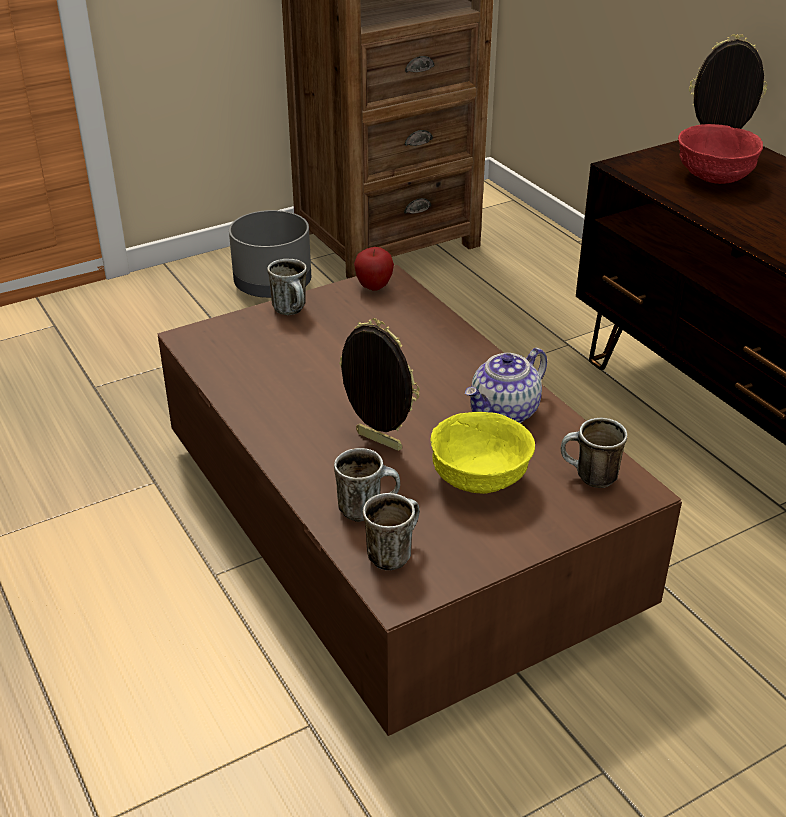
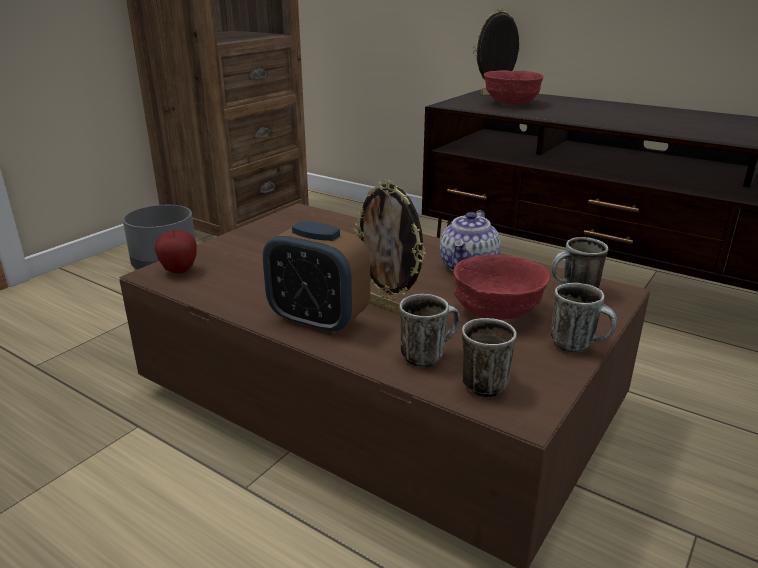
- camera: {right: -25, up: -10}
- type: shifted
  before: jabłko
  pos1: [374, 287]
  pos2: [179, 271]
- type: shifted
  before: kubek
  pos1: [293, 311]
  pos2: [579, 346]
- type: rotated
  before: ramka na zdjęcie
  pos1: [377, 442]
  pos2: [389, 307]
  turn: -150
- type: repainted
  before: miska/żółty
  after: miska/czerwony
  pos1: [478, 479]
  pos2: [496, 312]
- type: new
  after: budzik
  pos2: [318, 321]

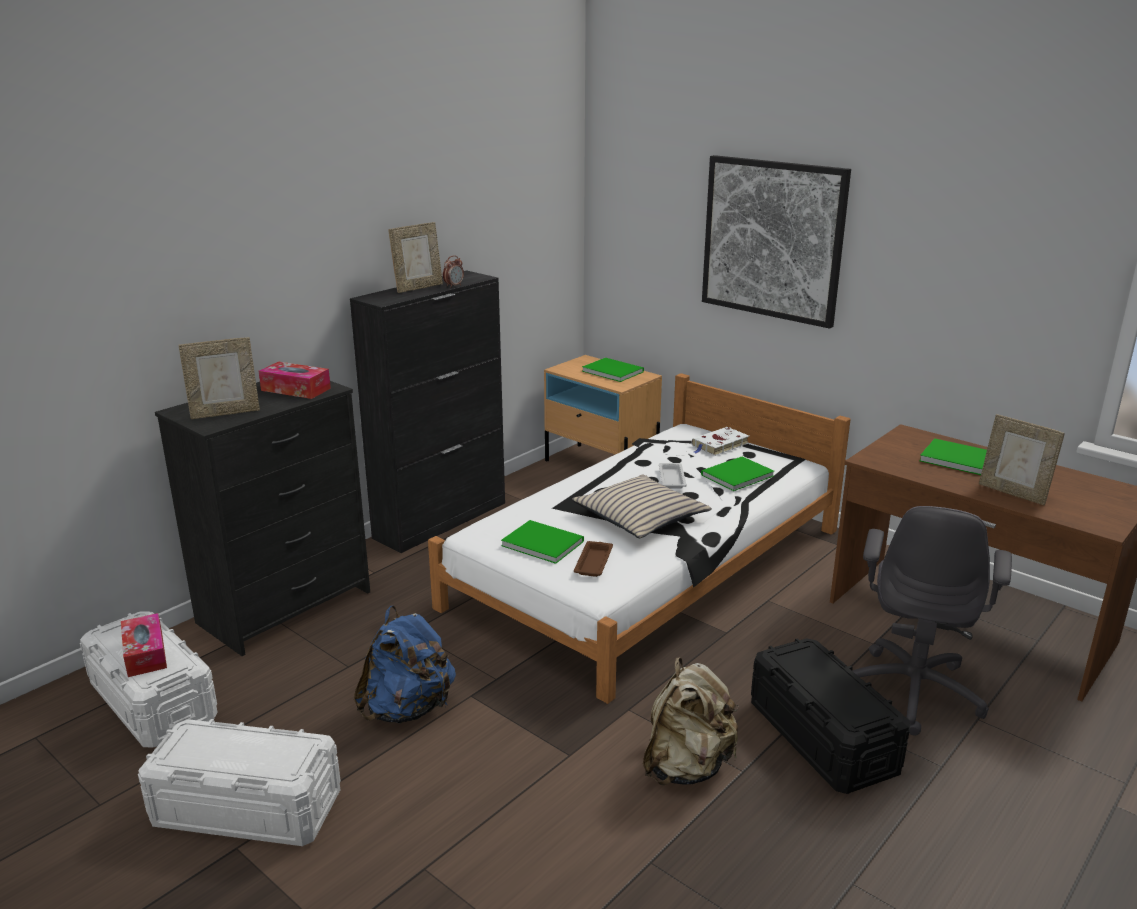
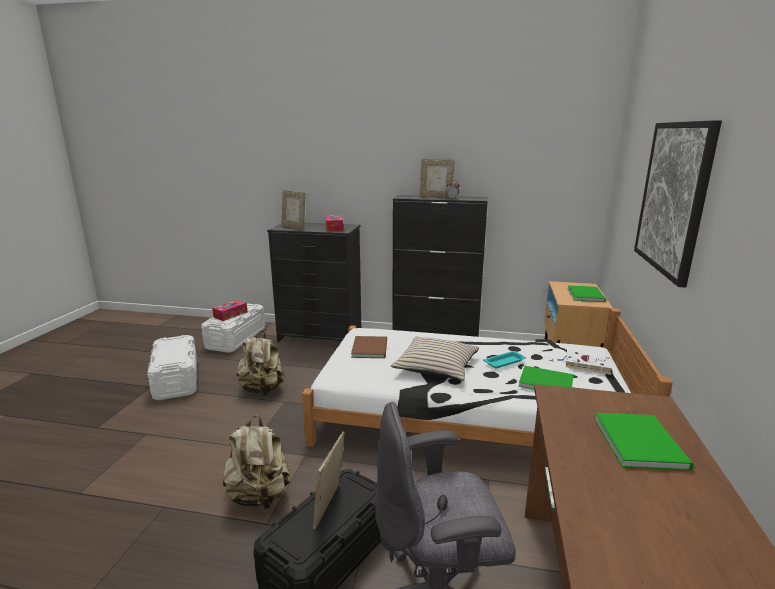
- camera: {right: 60, up: -5}
- type: shifted
  before: ramka na zdjęcie
  pos1: [1013, 493]
  pos2: [330, 507]
- type: repainted
  before: taca/biały
  after: taca/turkusowy
  pos1: [671, 478]
  pos2: [505, 362]
- type: repainted
  before: książka/zielony
  after: książka/brązowy
  pos1: [542, 542]
  pos2: [371, 348]
- type: gone
  before: taca/brązowy
  pos1: [594, 562]
- type: repainted
  before: plecak/niebieski
  after: plecak/beżowy
  pos1: [408, 709]
  pos2: [263, 389]

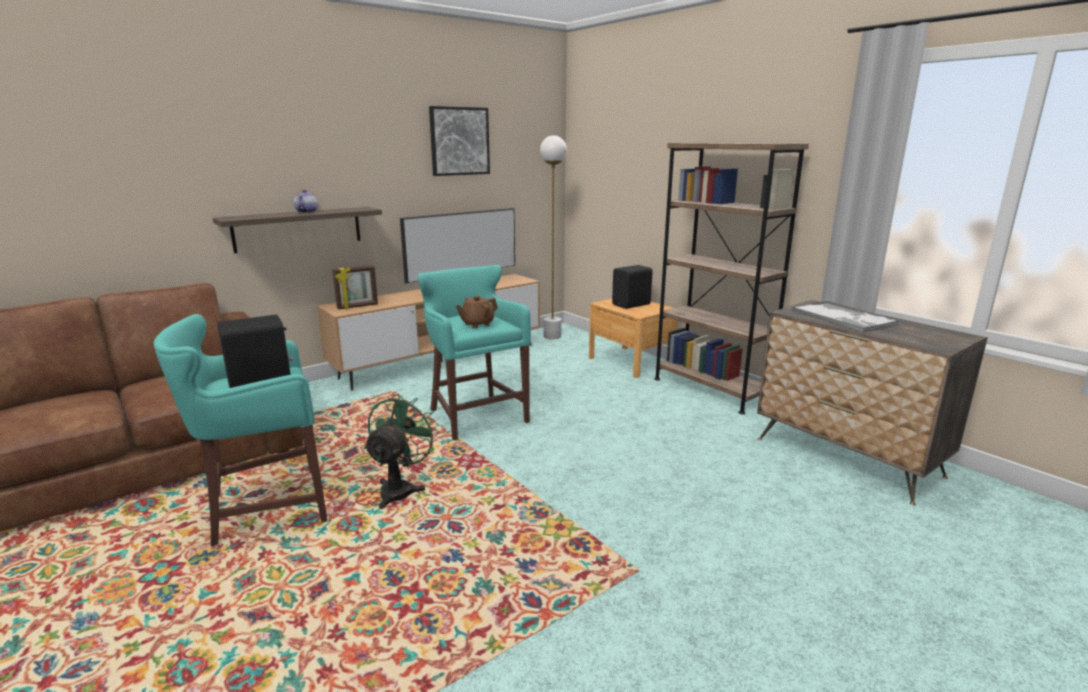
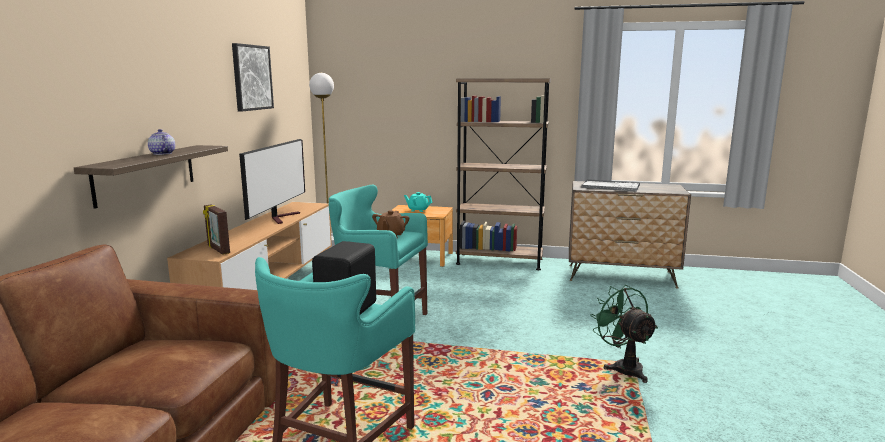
- camera: {right: -40, up: -5}
- type: rotated
  before: ramka na zdjęcie
  pos1: [357, 306]
  pos2: [218, 250]
  turn: 120
- type: swapped
  before: głośnik/czarny
  after: imbryk/turkusowy
  pos1: [632, 305]
  pos2: [418, 210]
- type: shifted
  before: wentylator/zielony
  pos1: [400, 489]
  pos2: [623, 367]

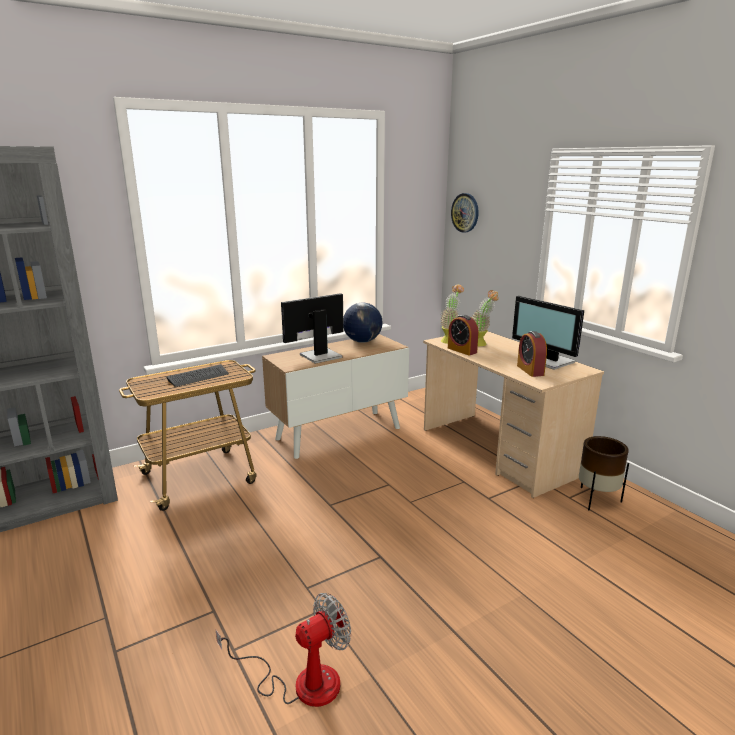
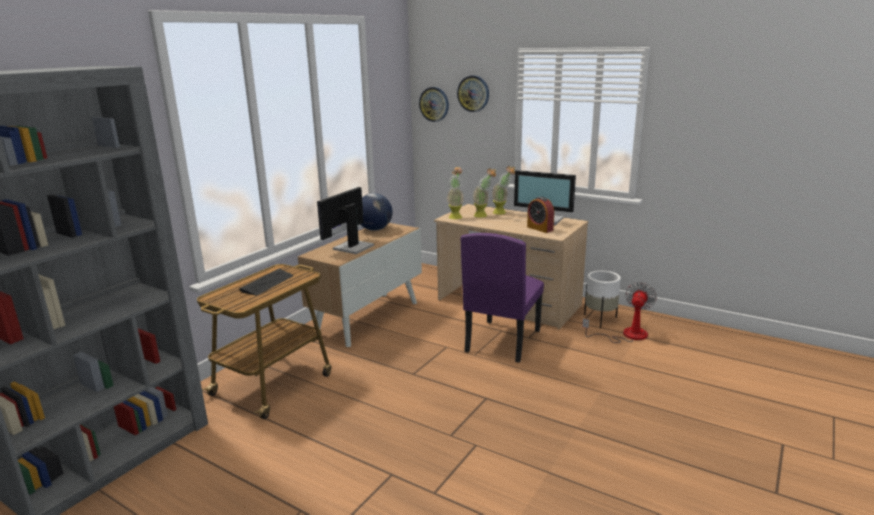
- camera: {right: -25, up: 0}
- type: gone
  before: budzik
  pos1: [462, 350]
- type: repainted
  before: donica/brązowy
  after: donica/biały
  pos1: [596, 499]
  pos2: [600, 320]
- type: shifted
  before: wentylator
  pos1: [301, 682]
  pos2: [626, 335]
- type: new
  after: zegar ścienny
  pos2: [473, 93]
- type: new
  after: roślina doniczkowa
  pos2: [502, 213]
- type: new
  after: krzesło/fioletowy
  pos2: [502, 340]

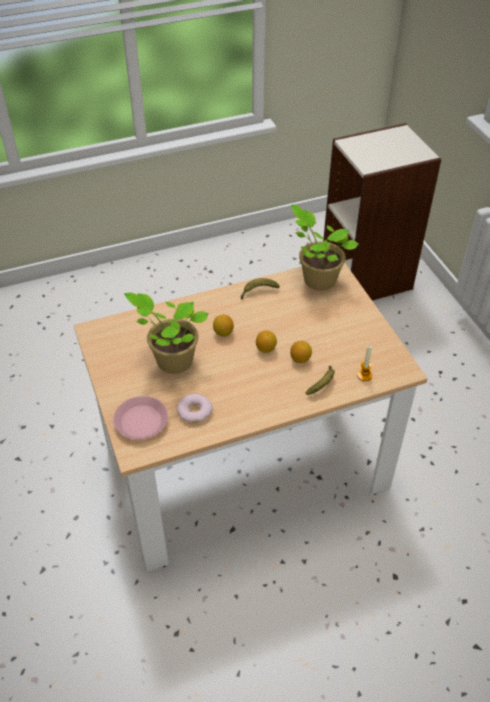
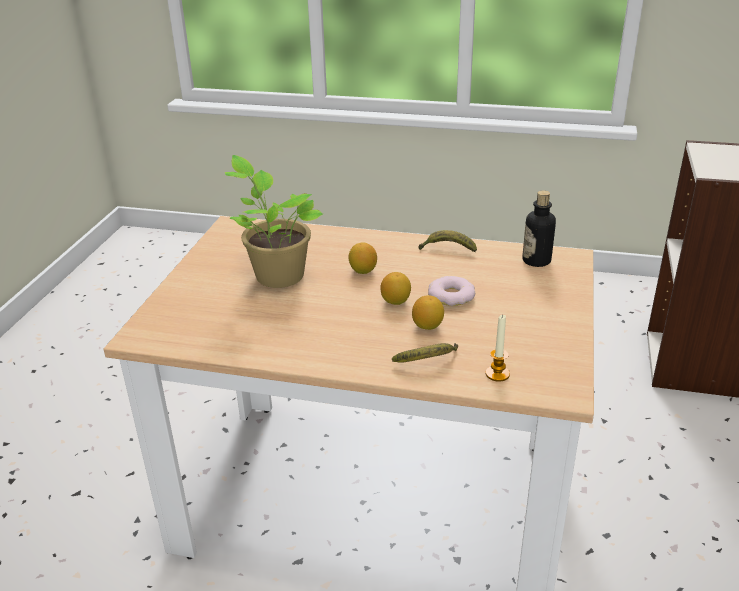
- camera: {right: 35, up: -15}
- type: swapped
  before: roślina doniczkowa
  after: butelka
  pos1: [317, 279]
  pos2: [536, 260]
- type: shifted
  before: donut
  pos1: [194, 411]
  pos2: [451, 296]
- type: gone
  before: talerz/różowy
  pos1: [141, 421]

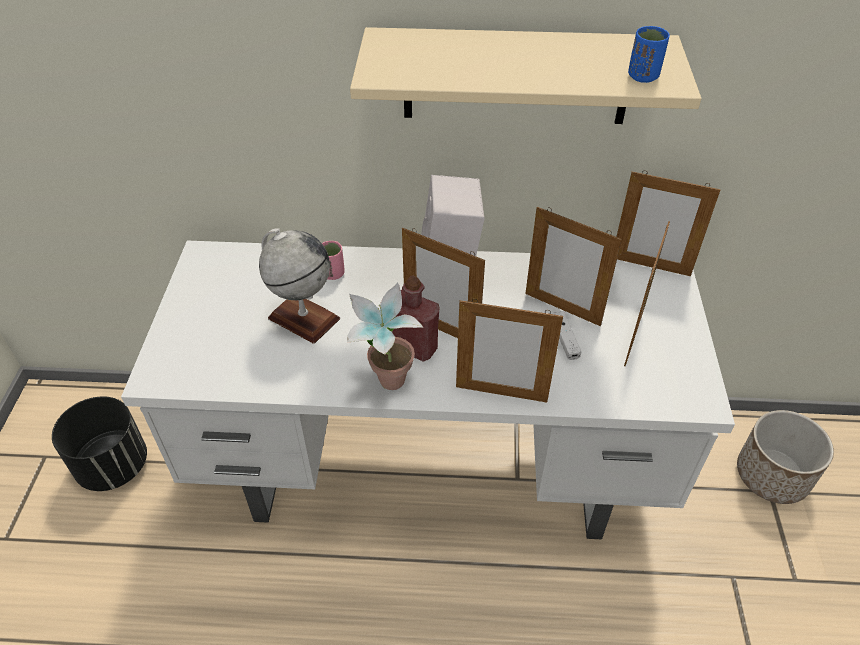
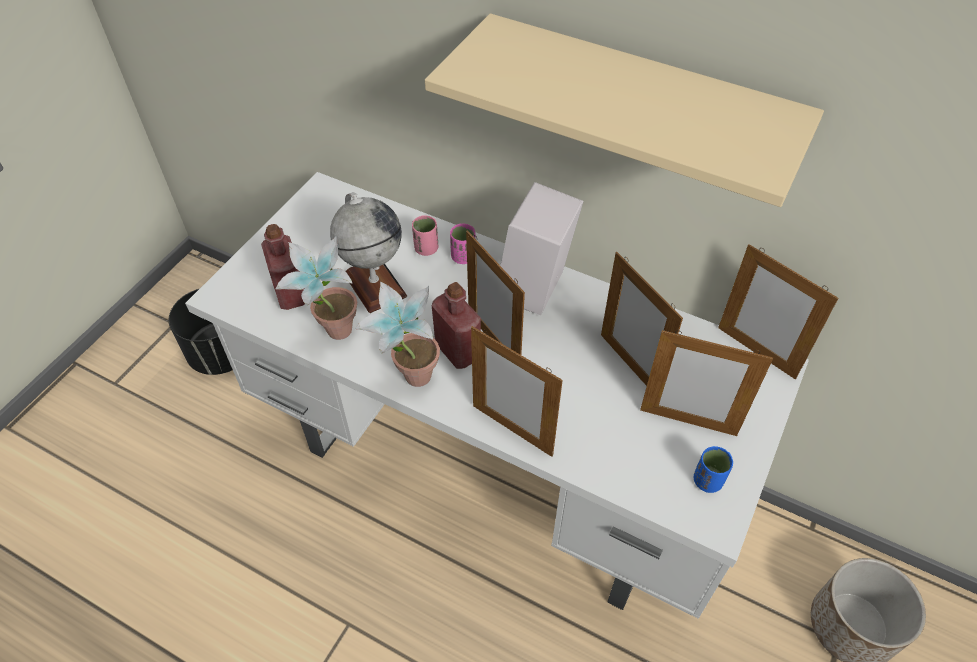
- camera: {right: 25, up: 5}
- type: shifted
  before: filiżanka/niebieski
  pos1: [643, 76]
  pos2: [707, 481]
- type: rotated
  before: ramka na zdjęcie
  pos1: [634, 335]
  pos2: [688, 422]
  turn: 60
- type: gone
  before: pad do gier/biały
  pos1: [564, 339]
- type: new
  after: filiżanka/różowy
  pos2: [463, 257]
- type: new
  after: butelka/czerwony
  pos2: [291, 294]
- type: new
  after: roślina doniczkowa
  pos2: [332, 336]

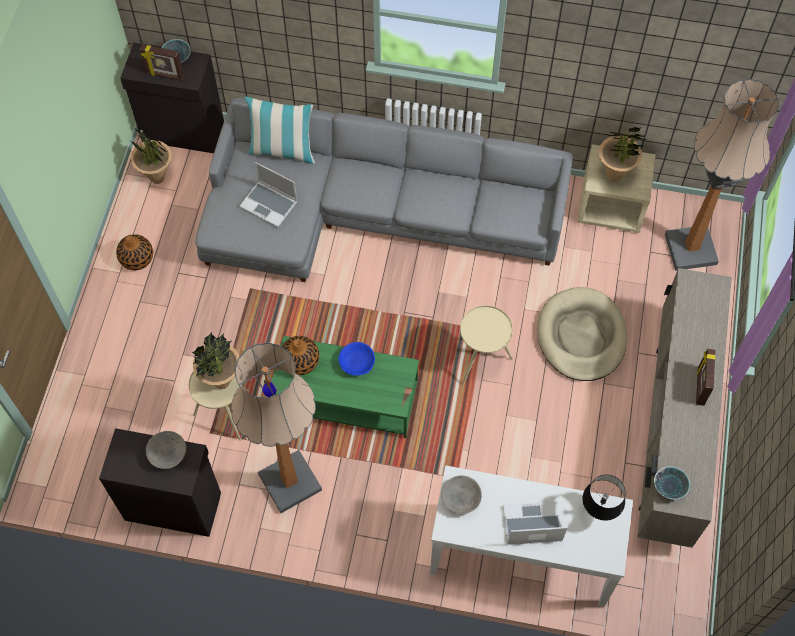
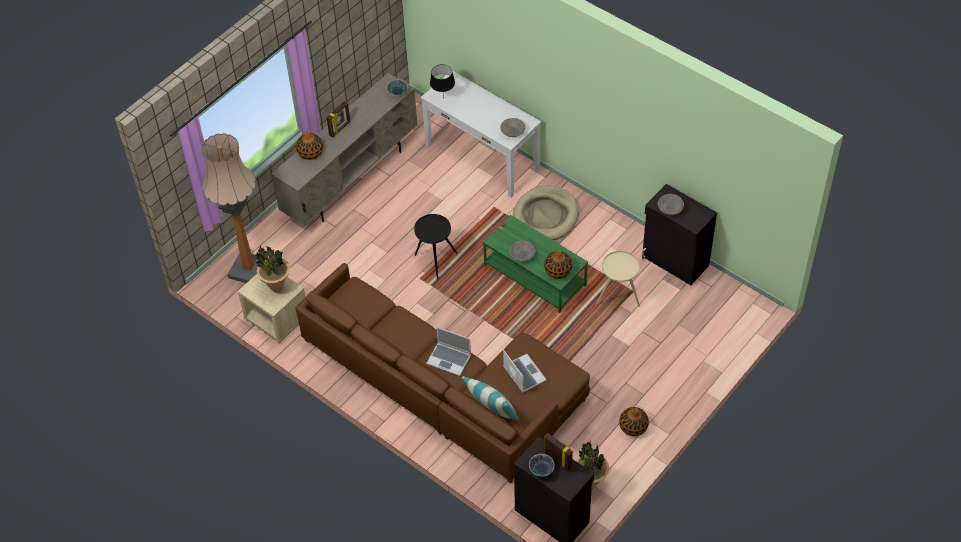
- camera: {right: -150, up: -10}
- type: repainted
  before: kanapa/szary
  after: kanapa/brązowy
  pos1: [368, 212]
  pos2: [447, 387]
- type: shifted
  before: legowisko/beżowy
  pos1: [581, 336]
  pos2: [545, 216]
- type: repainted
  before: stolik/beżowy
  after: stolik/czarny
  pos1: [481, 362]
  pos2: [435, 261]
- type: gone
  before: roślina doniczkowa
  pos1: [222, 382]
- type: repainted
  before: miska/niebieski
  after: miska/szary
  pos1: [357, 363]
  pos2: [522, 255]
- type: gone
  before: lampa stojąca
  pos1: [290, 482]
- type: shifted
  before: laptop
  pos1: [531, 525]
  pos2: [449, 359]
- type: new
  after: wazon
  pos2: [310, 152]

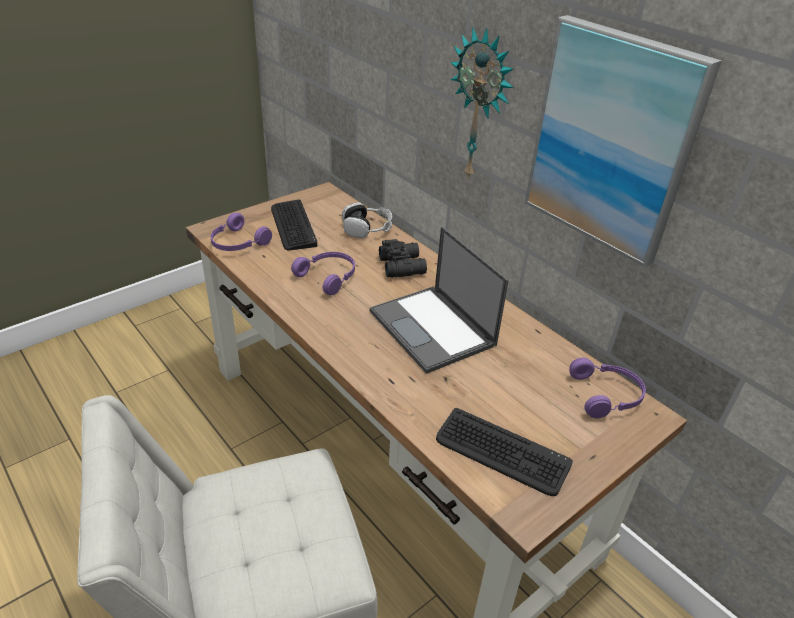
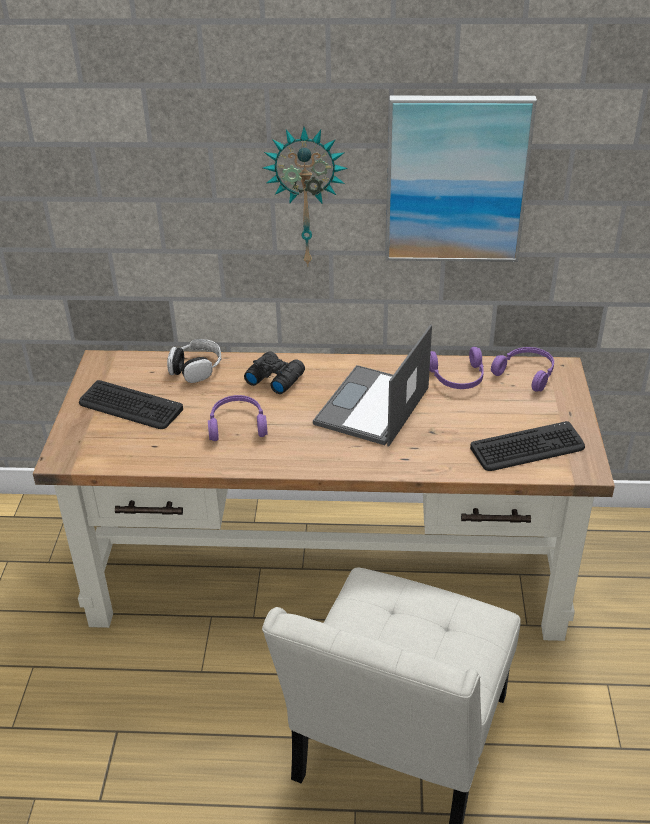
- camera: {right: -45, up: 0}
- type: shifted
  before: słuchawki/fioletowy
  pos1: [237, 243]
  pos2: [457, 378]
- type: rotated
  before: laptop
  pos1: [433, 329]
  pos2: [372, 407]
  turn: 105

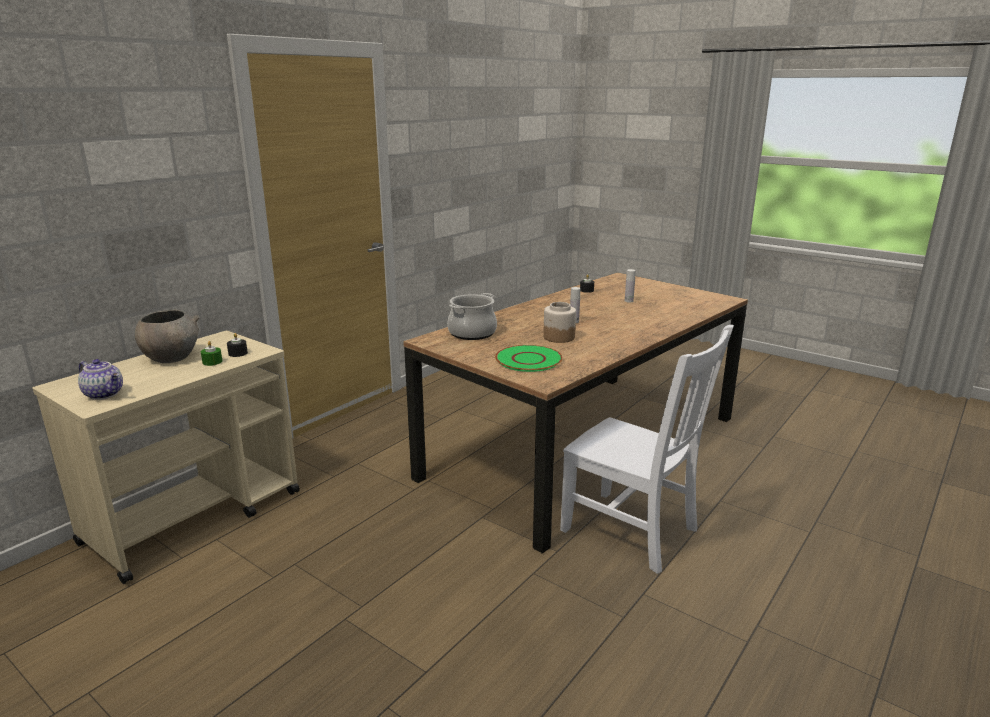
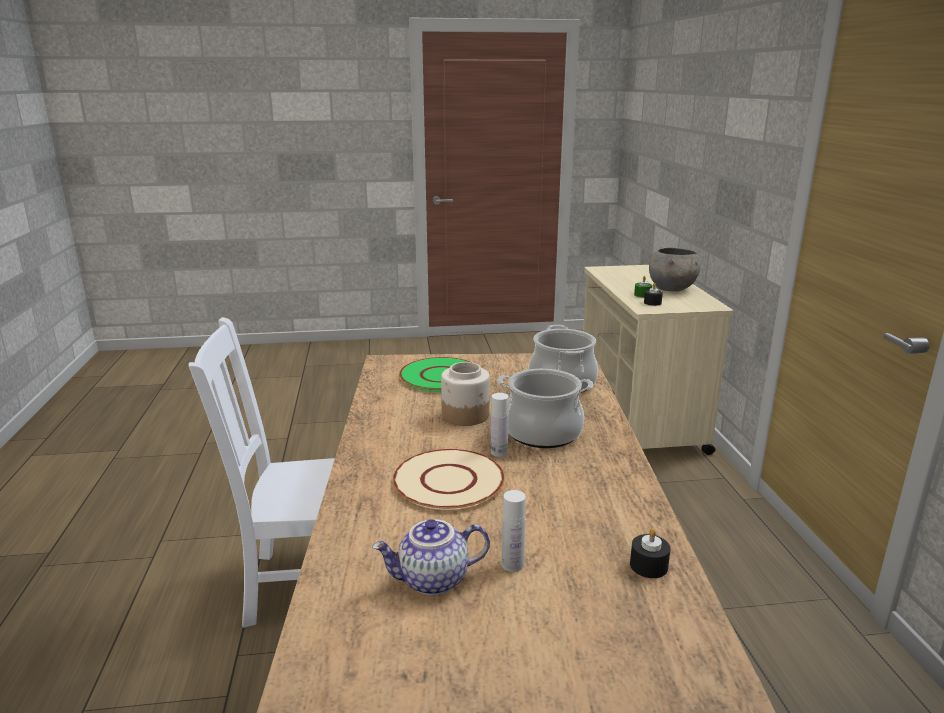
- camera: {right: 135, up: 0}
- type: shifted
  before: imbryk
  pos1: [105, 394]
  pos2: [432, 581]
- type: new
  after: garnek
  pos2: [542, 433]
- type: new
  after: talerz/beżowy
  pos2: [448, 481]

